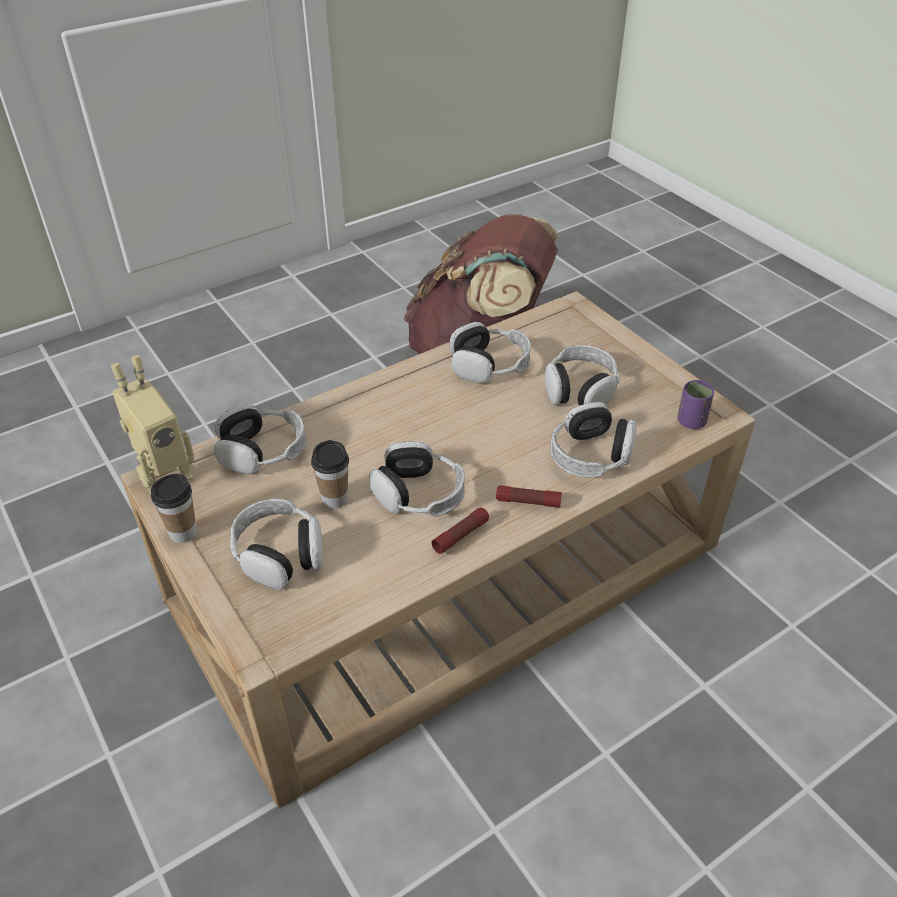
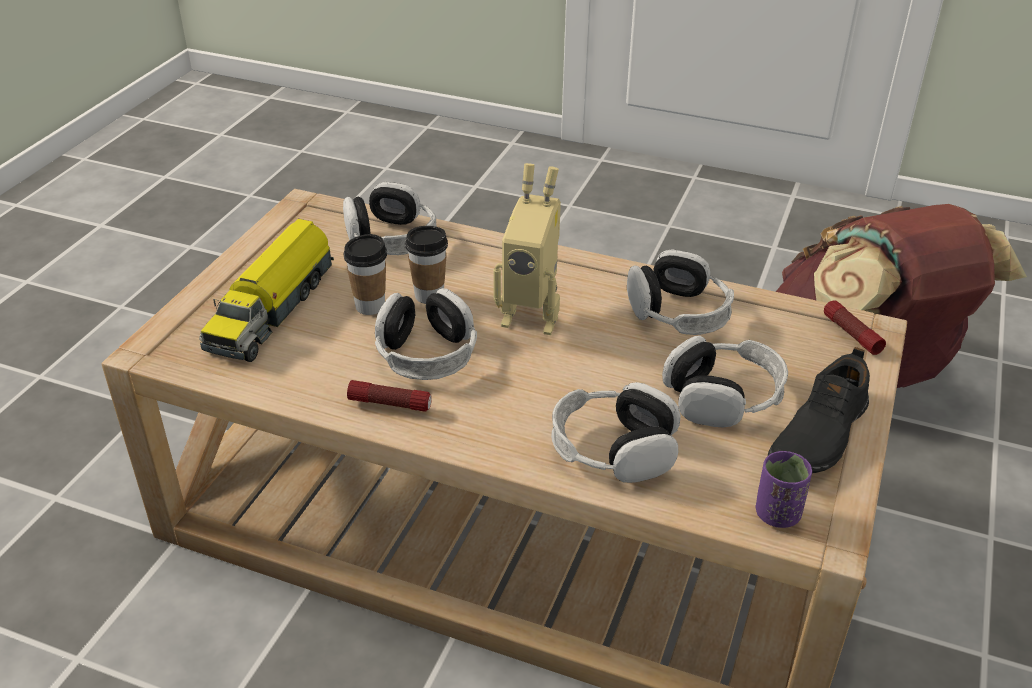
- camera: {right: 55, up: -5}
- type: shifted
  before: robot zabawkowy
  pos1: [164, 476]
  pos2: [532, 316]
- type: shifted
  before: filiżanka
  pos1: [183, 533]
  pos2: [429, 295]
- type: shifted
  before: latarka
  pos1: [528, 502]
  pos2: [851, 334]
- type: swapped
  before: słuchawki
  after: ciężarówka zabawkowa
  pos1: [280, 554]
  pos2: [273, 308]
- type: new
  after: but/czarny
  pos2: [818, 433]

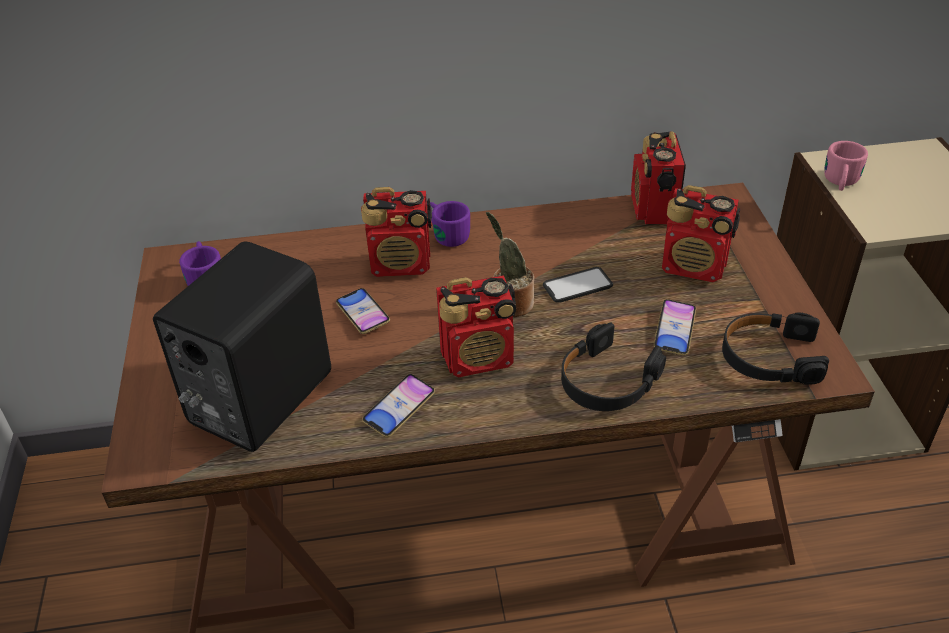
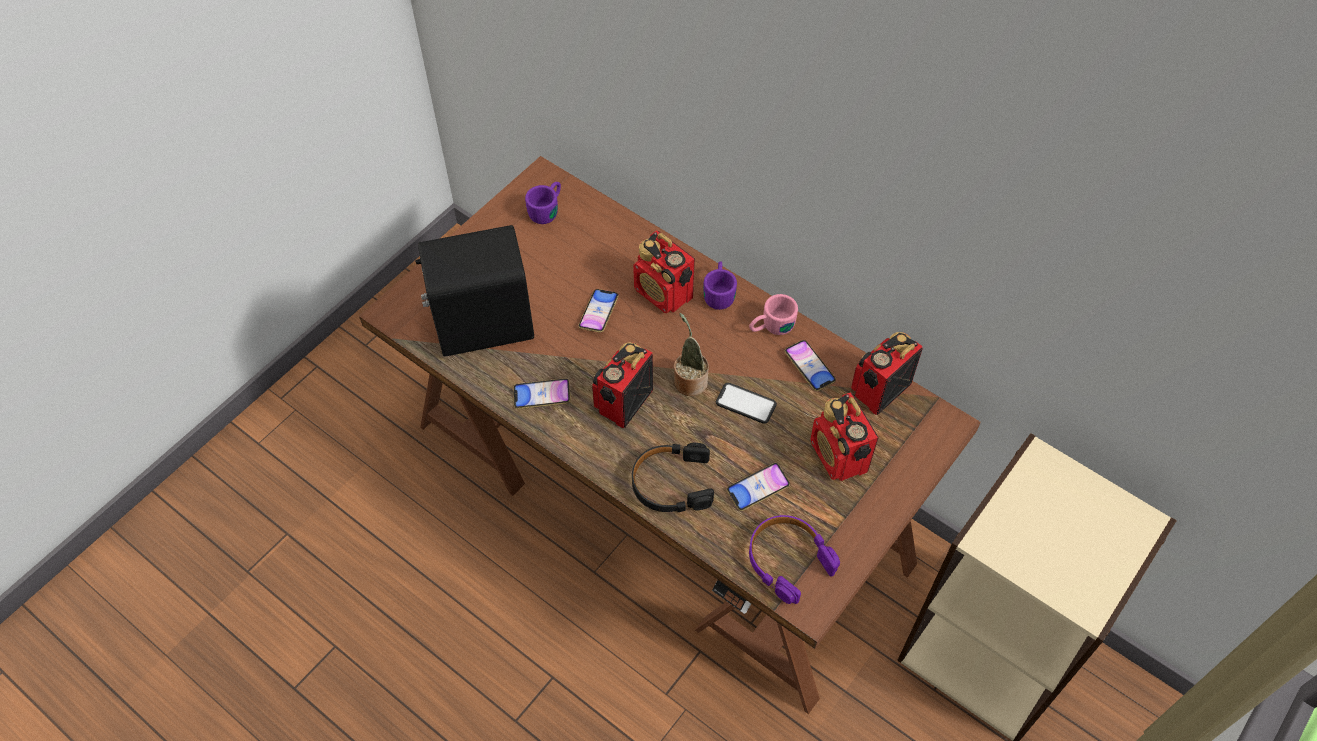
- camera: {right: 45, up: 15}
- type: shifted
  before: kubek/różowy
  pos1: [840, 183]
  pos2: [771, 327]
- type: rotated
  before: radio
  pos1: [479, 358]
  pos2: [623, 402]
  turn: 90
- type: repainted
  before: słuchawki/czarny
  after: słuchawki/fioletowy
  pos1: [770, 357]
  pos2: [788, 560]
- type: new
  after: telefon
  pos2: [809, 367]

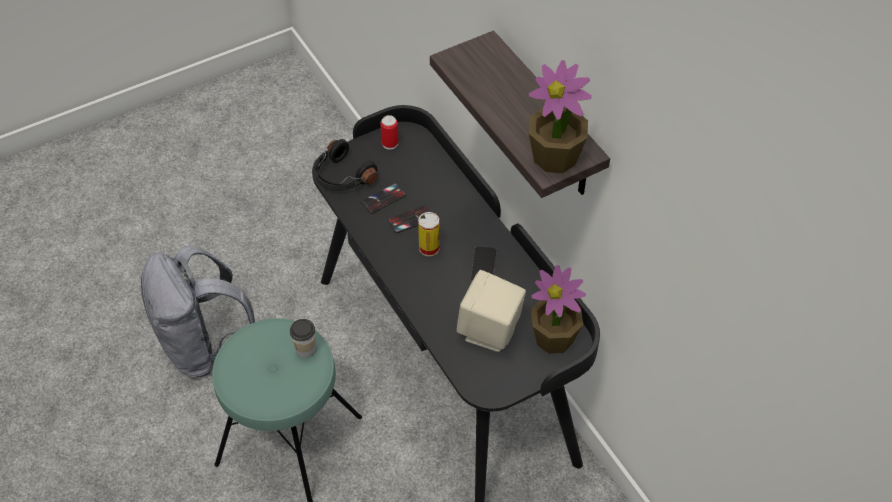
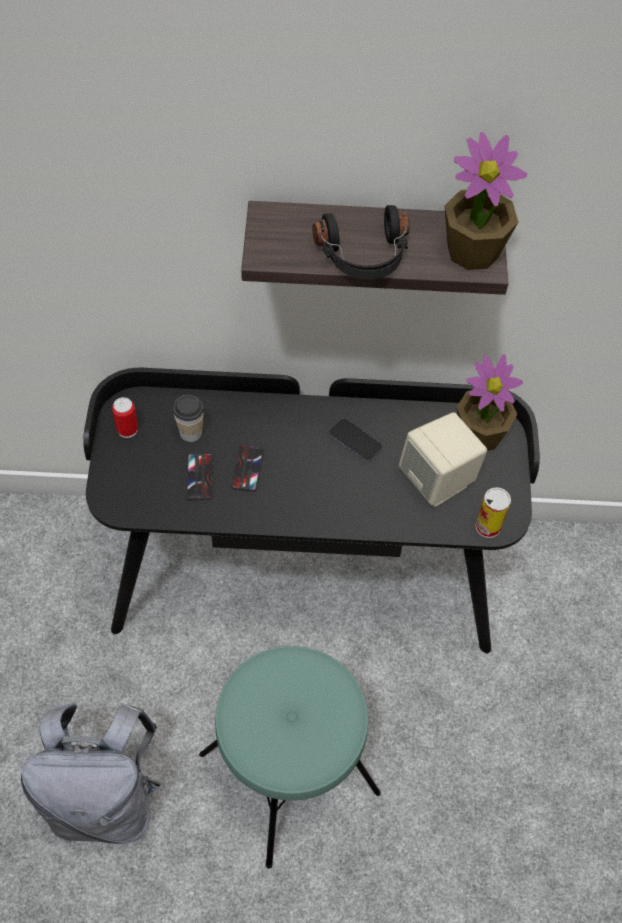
- camera: {right: -60, up: 5}
- type: shifted
  before: słuchawki/czarny
  pos1: [342, 177]
  pos2: [364, 257]
- type: shifted
  before: puszka
  pos1: [429, 248]
  pos2: [488, 527]
- type: shifted
  before: filiżanka
  pos1: [305, 349]
  pos2: [190, 432]

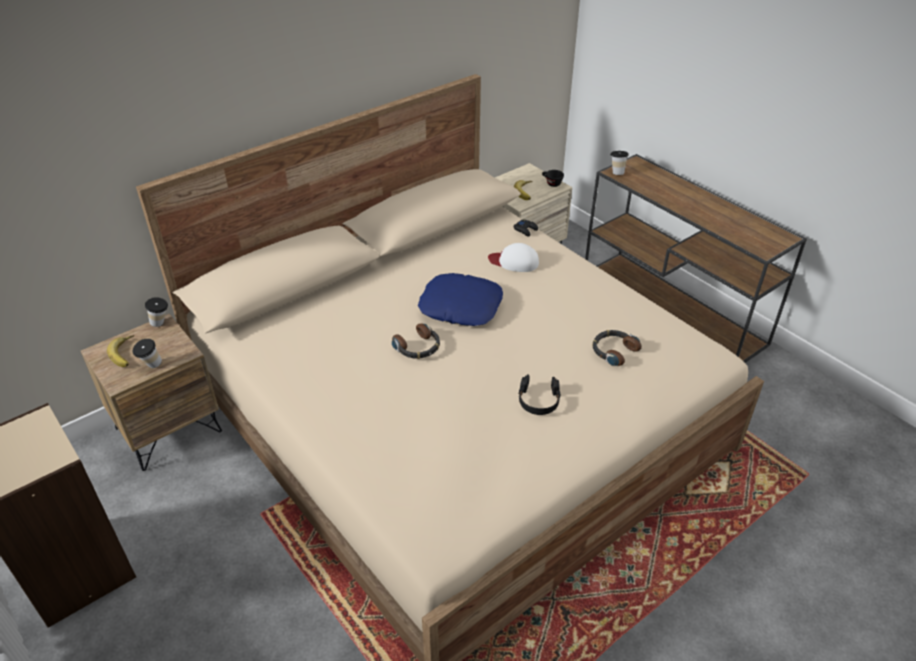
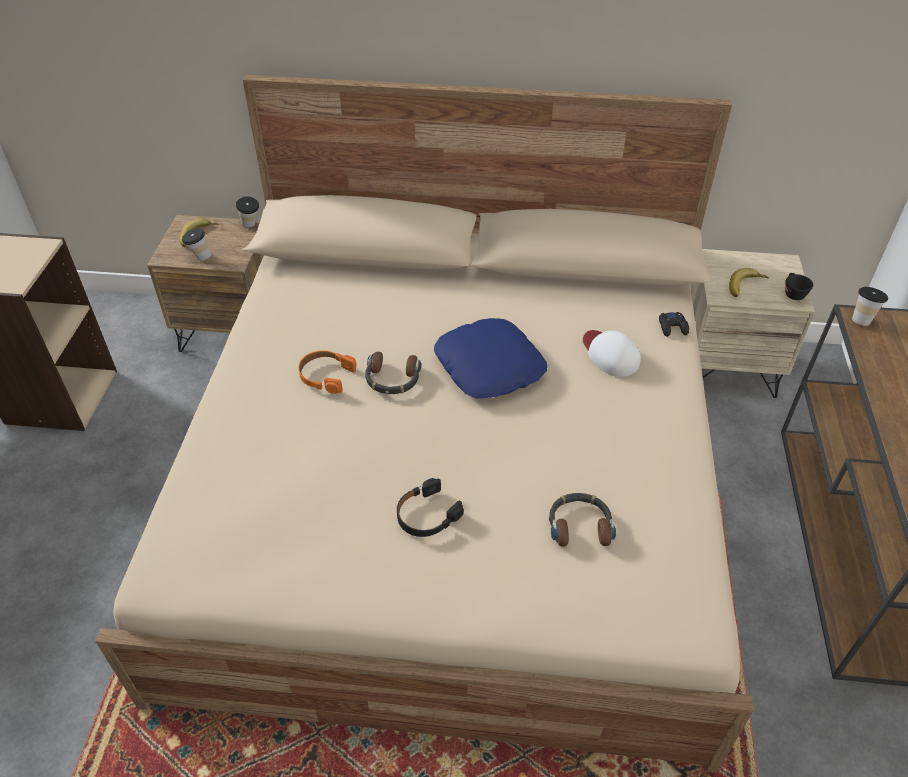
- camera: {right: 45, up: 5}
- type: new
  after: słuchawki/pomarańczowy
  pos2: [326, 375]

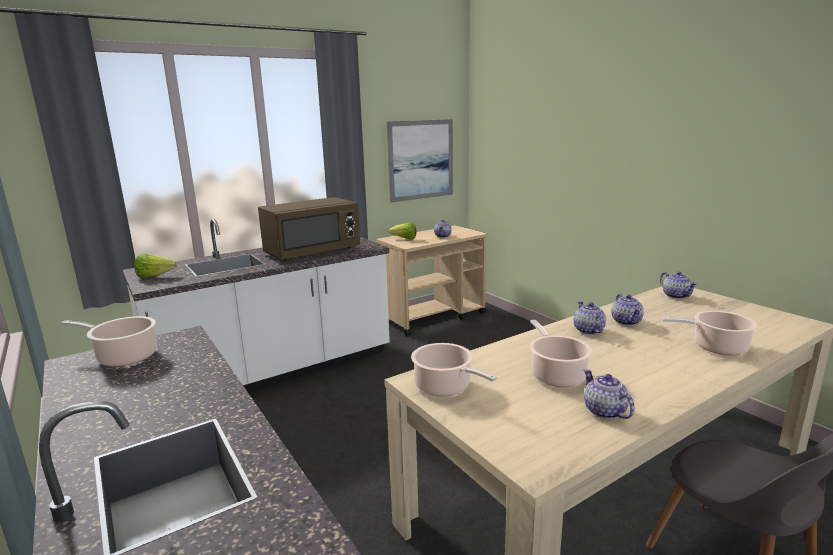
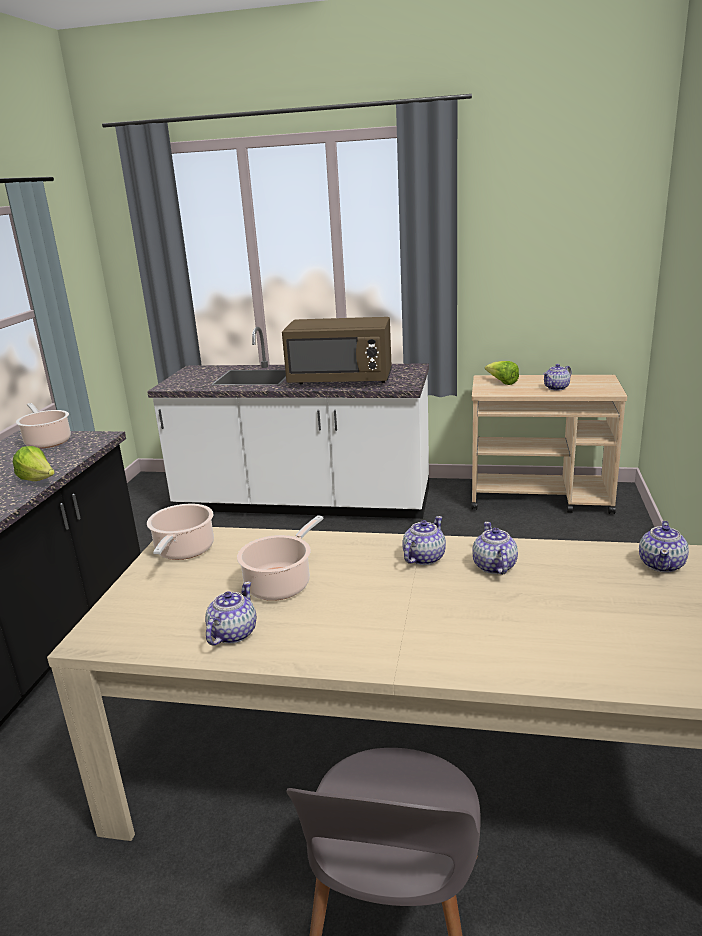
- camera: {right: 45, up: 5}
- type: gone
  before: obraz
  pos1: [421, 160]
- type: shifted
  before: sałata
  pos1: [155, 276]
  pos2: [38, 480]
- type: rotated
  before: imbryk
  pos1: [626, 321]
  pos2: [494, 567]
  turn: 135
- type: gone
  before: garnek
  pos1: [716, 347]

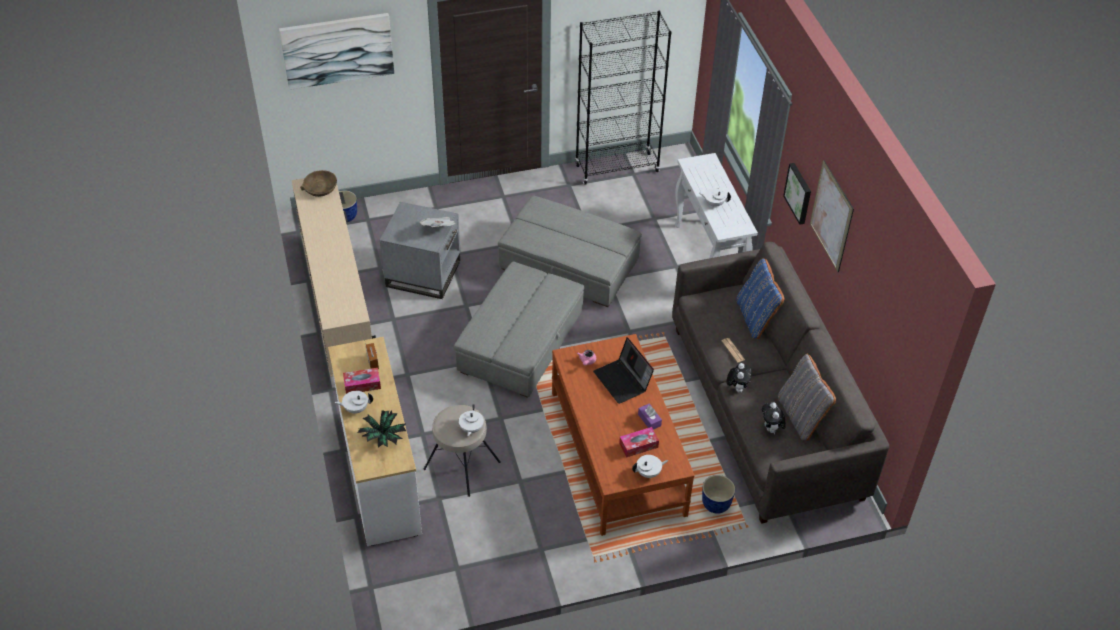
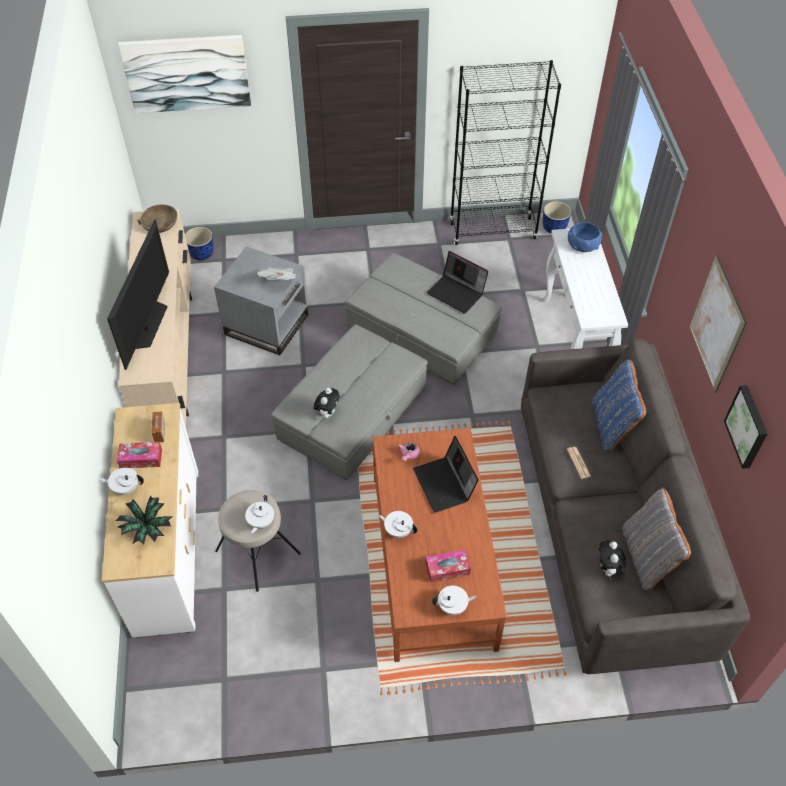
- camera: {right: 10, up: 5}
- type: shifted
  before: obraz
  pos1: [799, 193]
  pos2: [748, 426]
- type: shifted
  before: imbryk/biały
  pos1: [714, 203]
  pos2: [398, 530]
- type: shifted
  before: pluszak
  pos1: [737, 388]
  pos2: [327, 413]
- type: gone
  before: pudełko chusteczek/fioletowy
  pos1: [649, 420]
- type: shifted
  before: donica
  pos1: [716, 505]
  pos2: [554, 229]
- type: new
  after: telewizor
  pos2: [147, 324]
- type: new
  after: miska/niebieski
  pos2: [582, 245]
- type: new
  after: laptop
  pos2: [457, 293]

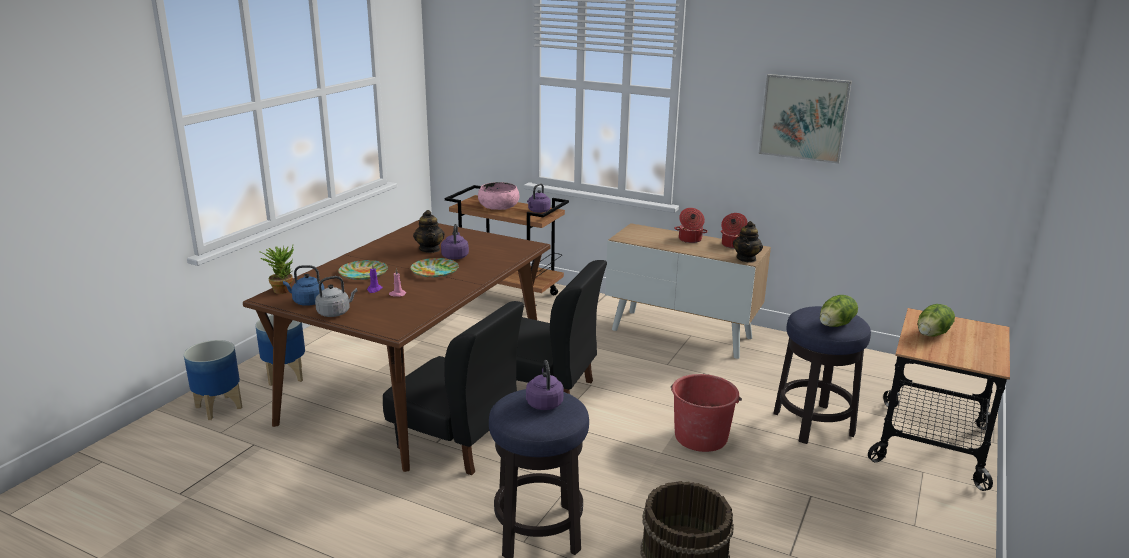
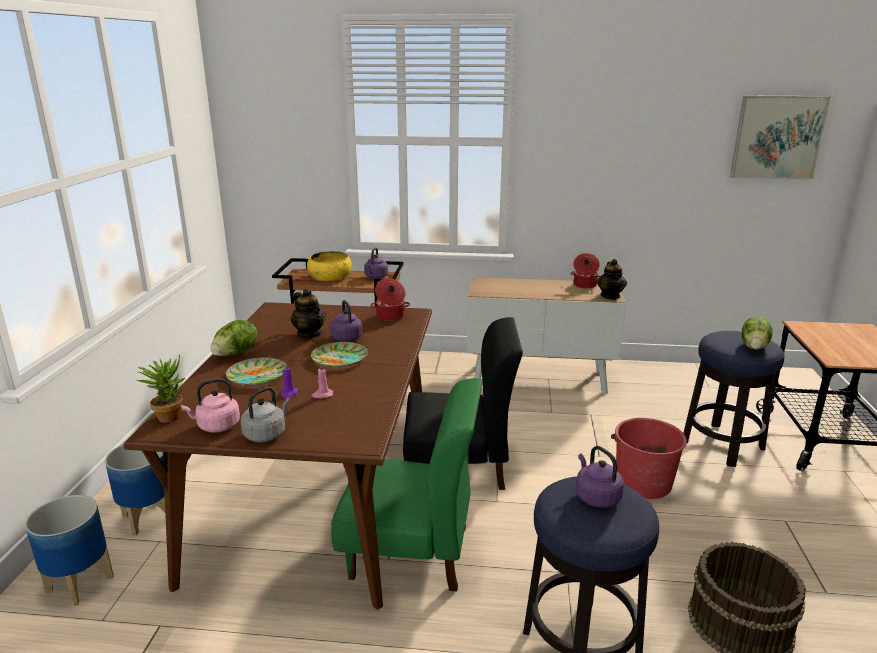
- camera: {right: -20, up: 0}
- type: shifted
  before: obraz
  pos1: [803, 118]
  pos2: [777, 137]
- type: repainted
  before: miska/różowy
  after: miska/żółty
  pos1: [499, 206]
  pos2: [330, 277]
- type: shifted
  before: garnek
  pos1: [690, 239]
  pos2: [390, 316]
- type: repainted
  before: czajnik/niebieski
  after: czajnik/różowy
  pos1: [307, 302]
  pos2: [216, 426]
- type: repainted
  before: krzesło/czarny
  after: krzesło/zielony
  pos1: [457, 441]
  pos2: [411, 552]
- type: shifted
  before: sałata
  pos1: [932, 334]
  pos2: [236, 353]

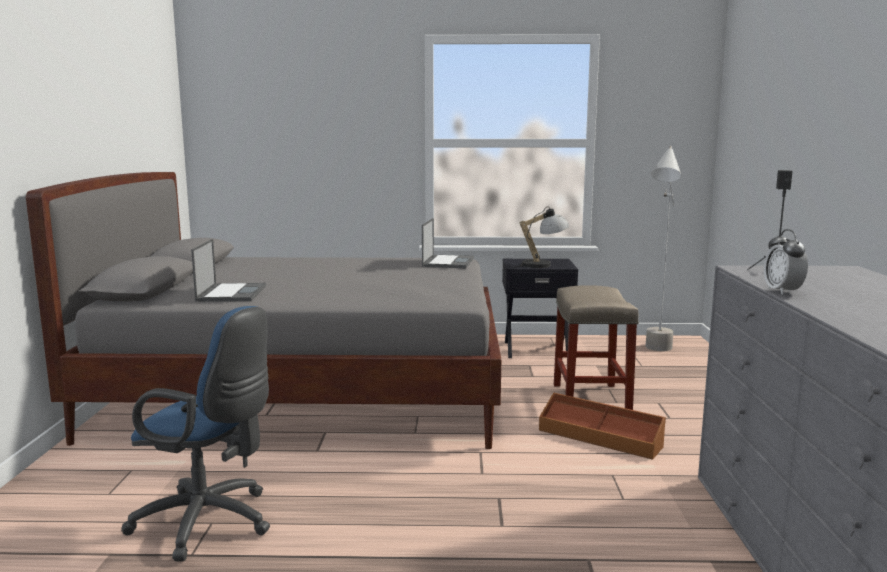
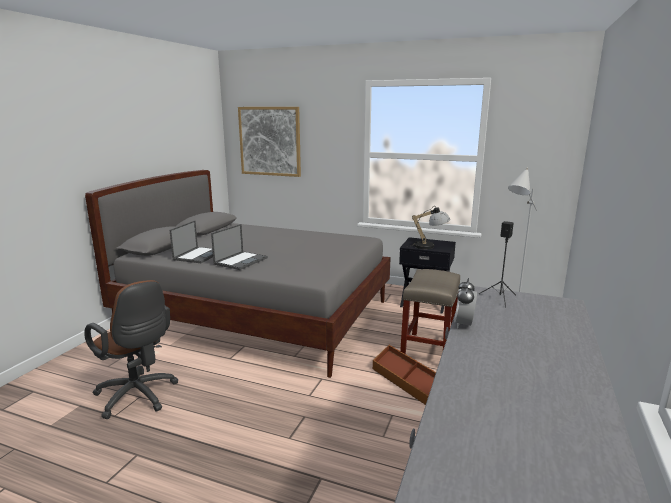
- camera: {right: 20, up: 5}
- type: shifted
  before: laptop
  pos1: [448, 262]
  pos2: [241, 261]
- type: repainted
  before: krzesło biurowe/niebieski
  after: krzesło biurowe/brązowy
  pos1: [210, 523]
  pos2: [138, 397]
- type: new
  after: obraz
  pos2: [270, 141]

